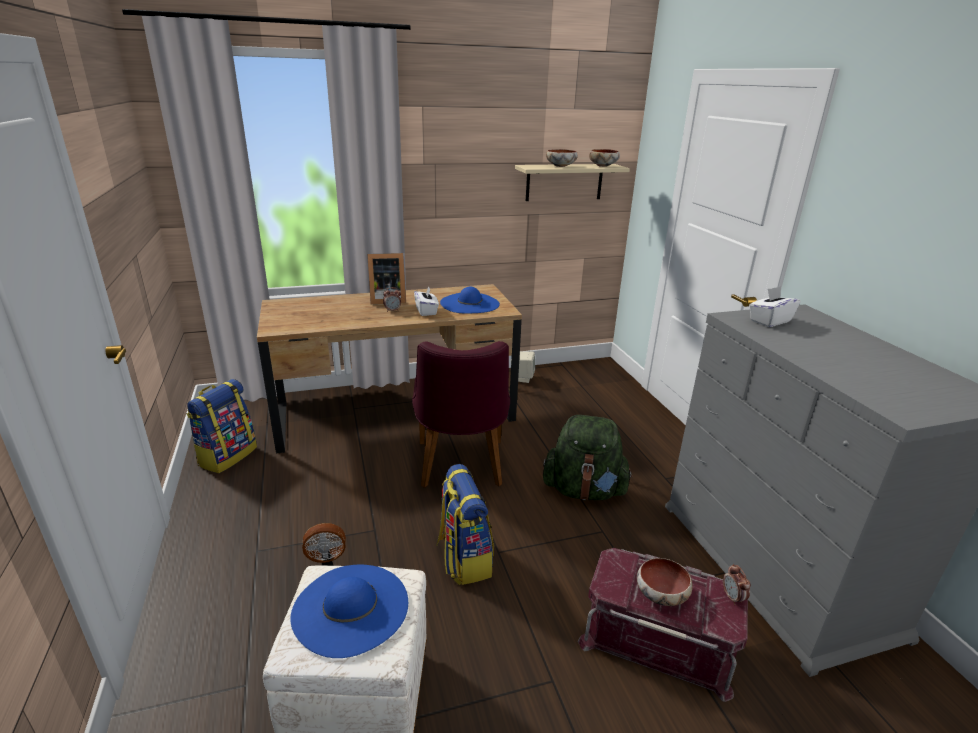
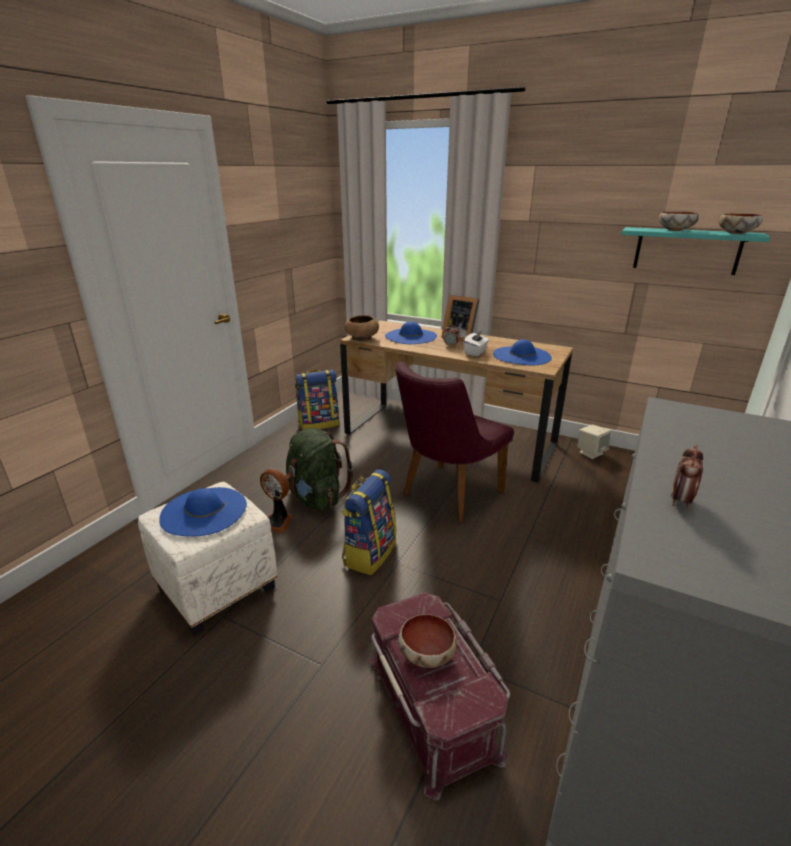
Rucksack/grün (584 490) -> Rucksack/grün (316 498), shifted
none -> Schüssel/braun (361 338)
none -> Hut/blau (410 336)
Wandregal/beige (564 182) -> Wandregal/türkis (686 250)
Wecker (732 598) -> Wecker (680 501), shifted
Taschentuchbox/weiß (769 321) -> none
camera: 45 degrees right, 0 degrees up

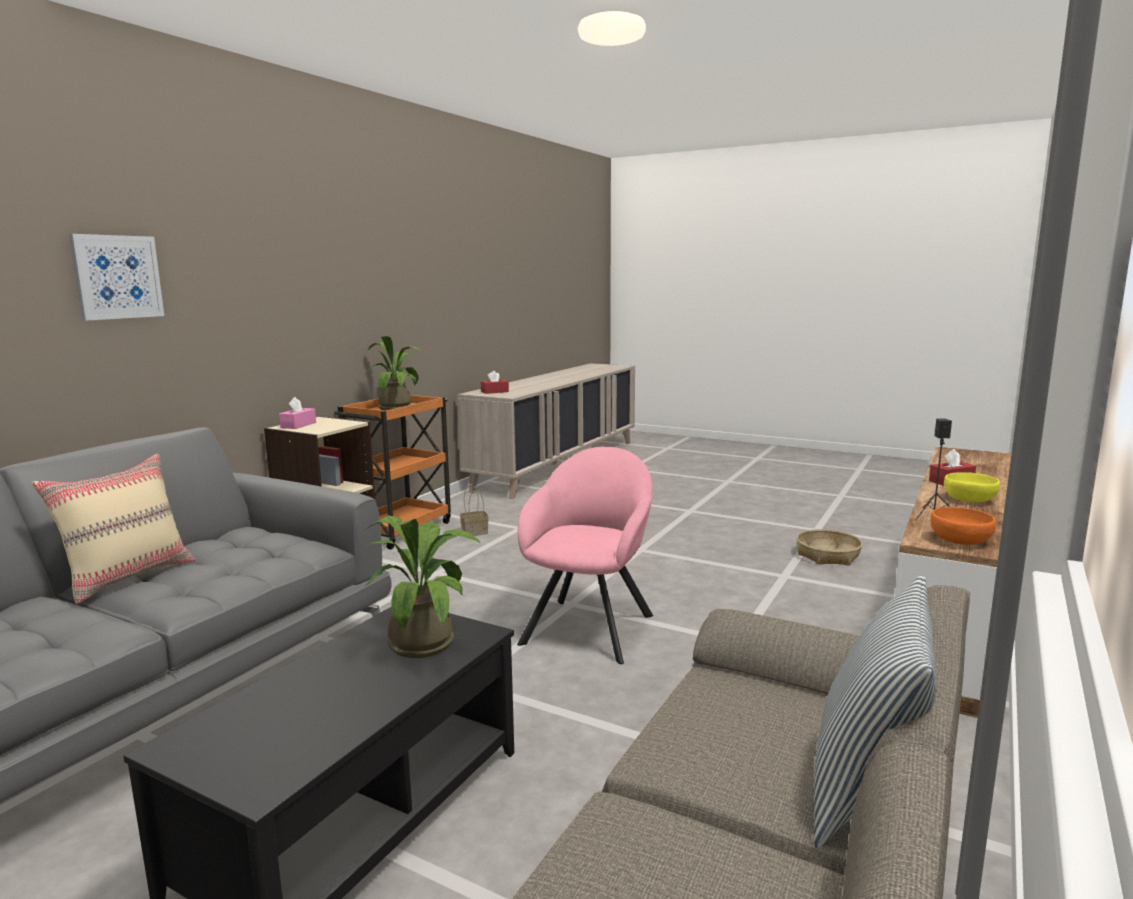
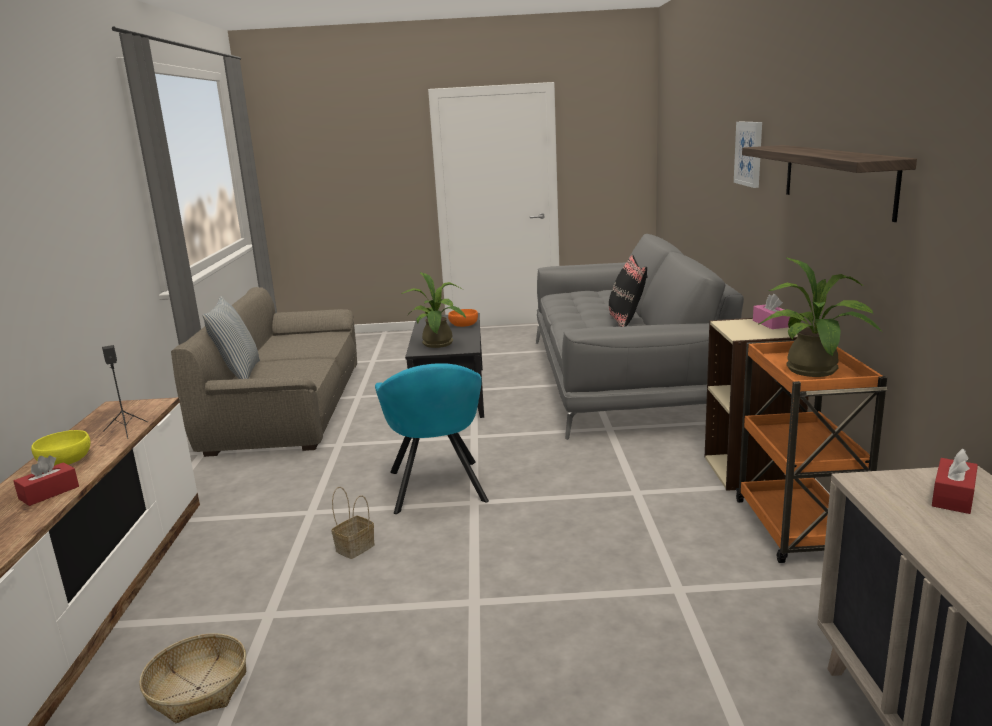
Korb (475 532) -> Korb (354 549), shifted
Sessel/rosa (590 625) -> Sessel/türkis (437 489)
Schüssel/orange (959 540) -> Schüssel/orange (464 325), shifted
Kissen/beige (128 577) -> Kissen/schwarz (627 322)
none -> Wandregal (836 178)
camera: 150 degrees right, 5 degrees up

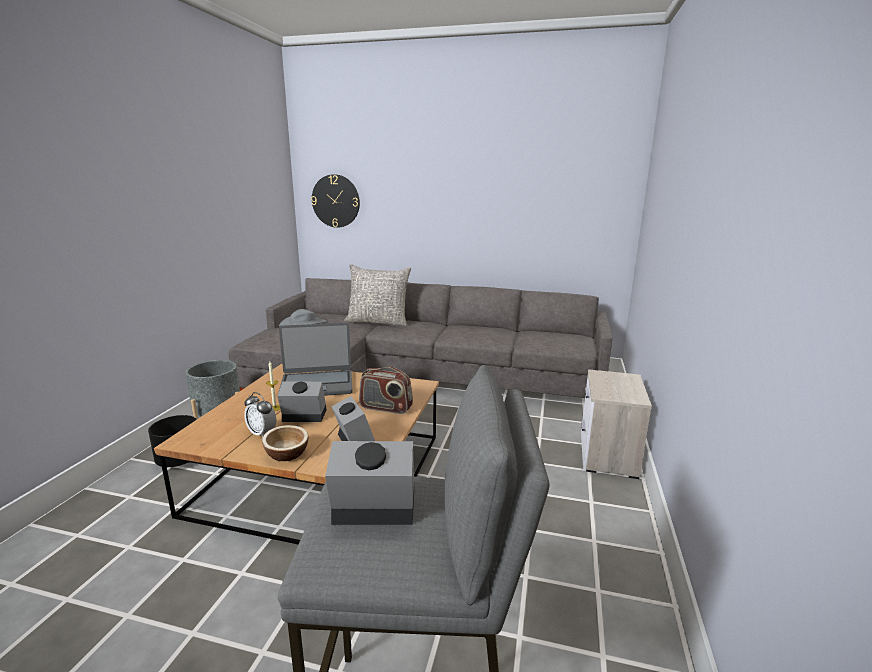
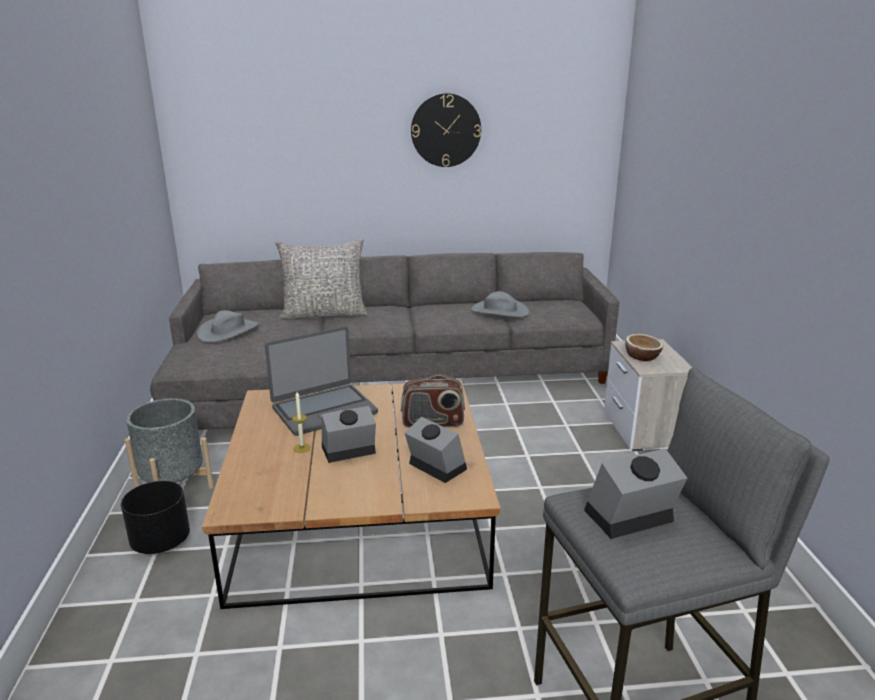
Wanduhr (336 201) -> Wanduhr (446 130), shifted
none -> Hut/grau (499 311)
Schüssel (286 454) -> Schüssel (642 356), shifted
Wecker (262 433) -> none
camera: 20 degrees left, 5 degrees up

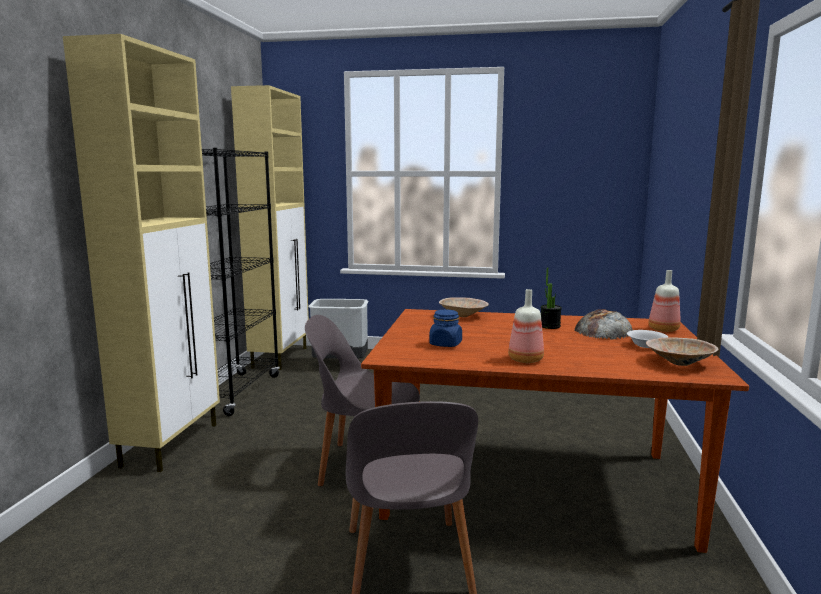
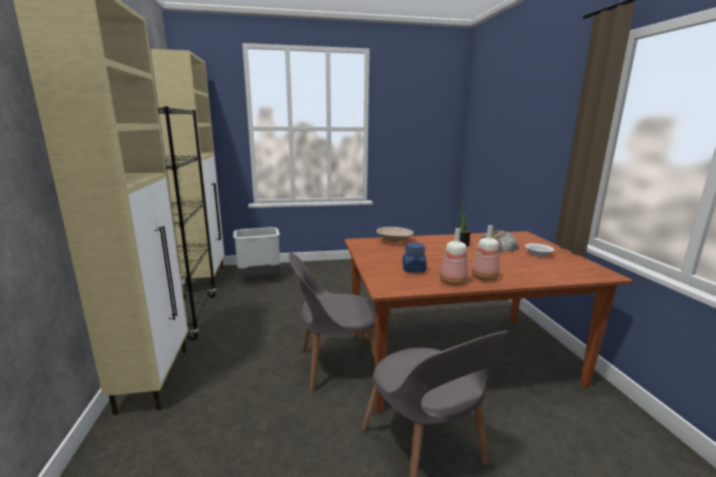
Flasche (663 330) -> Flasche (453 282), shifted
Schüssel/beige (678 363) -> none
camera: 20 degrees left, 5 degrees up

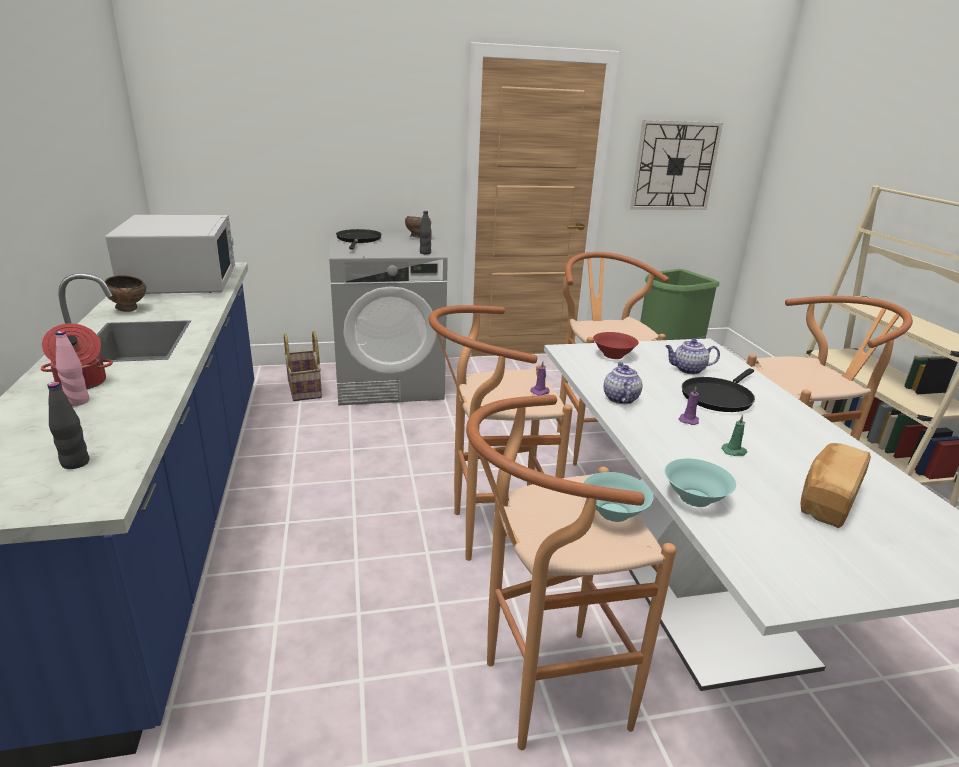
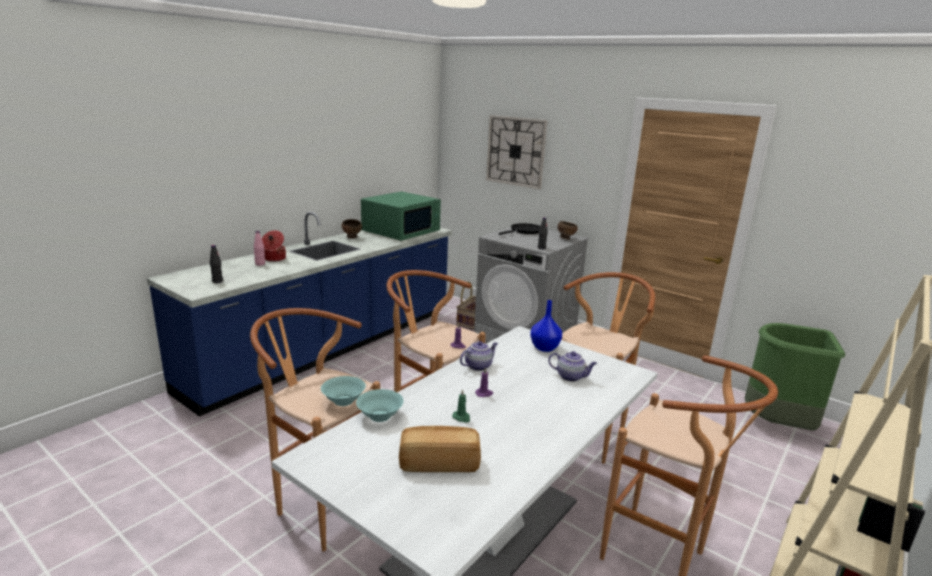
Mikrowelle/weiß (182 280) -> Mikrowelle/grün (401 231)
Wanduhr (674 166) -> Wanduhr (516 151), shifted
Schüssel/rot (614 355) -> Vase/blau (545 348)
Teekanne (688 370) -> Teekanne (571 377), 150 degrees clockwise
Pfanne/schwarz (718 397) -> none
camera: 50 degrees right, 5 degrees down

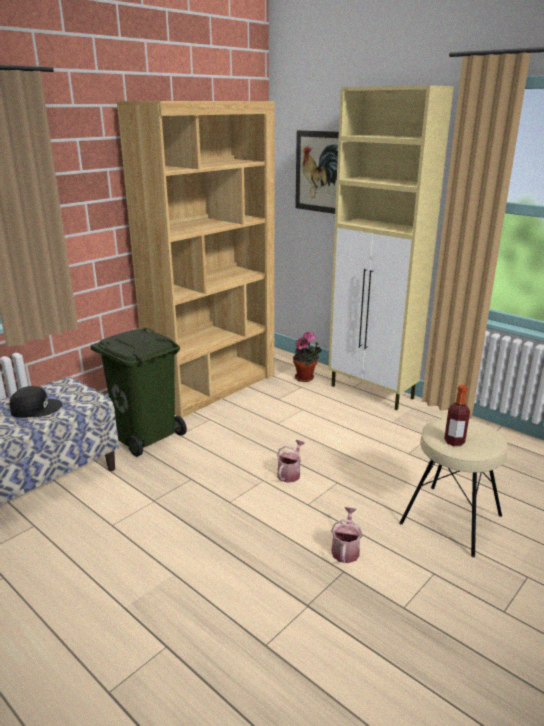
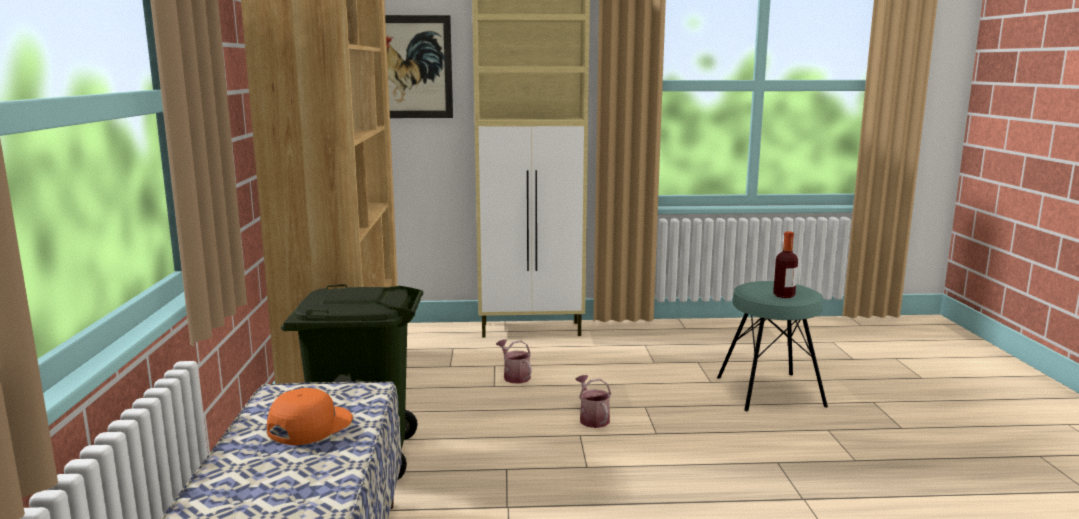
Kappe/schwarz (36 408) -> Kappe/orange (309 426)
Gießkanne (345 549) -> Gießkanne (514 376), shifted
Hocker/beige (451 519) -> Hocker/türkis (769 391)
Topfpflanze (306 378) -> none
camera: 45 degrees left, 10 degrees down

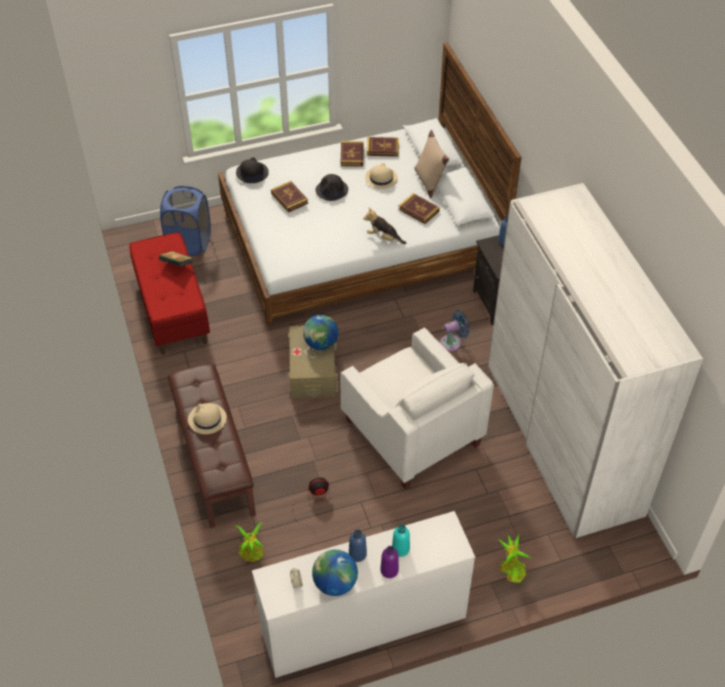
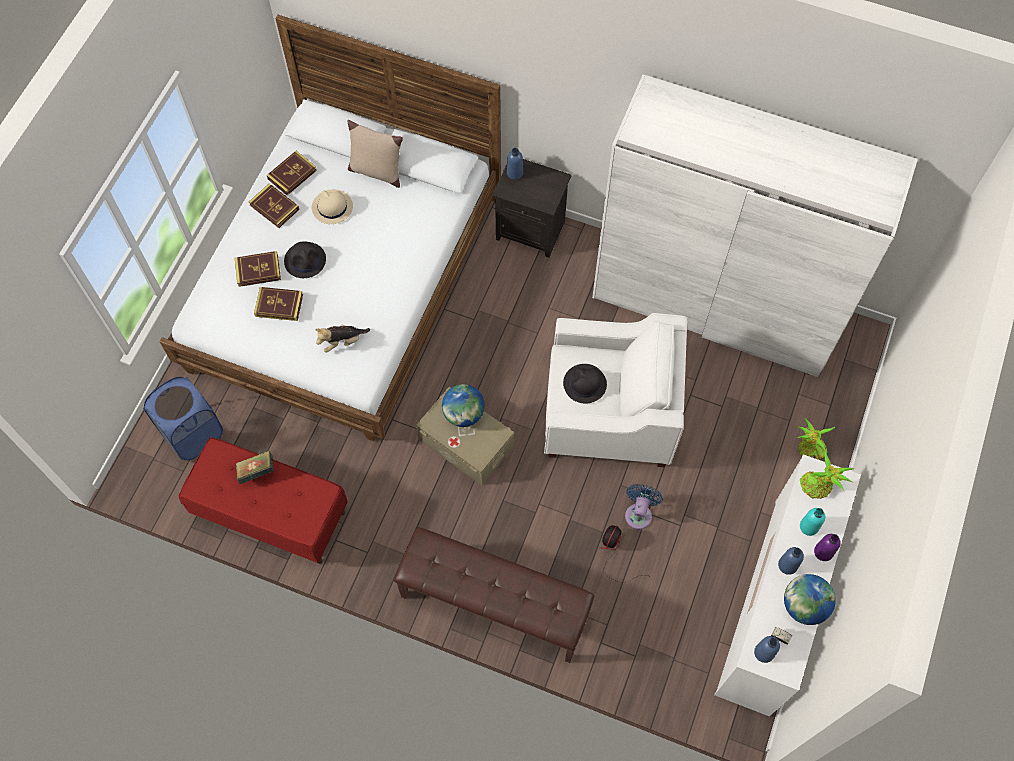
Buch (419 210) -> Buch (258 270), shifted
Plüschtier (384 237) -> Plüschtier (343 342), shifted
Hut/schwarz (252 173) -> Hut/schwarz (584 384), shifted
Ventilator/blau (453 342) -> Ventilator/blau (639 513), shifted
none -> Flasche/blau (764 652)
Topfpflanze (252 553) -> Topfpflanze (818 486), shifted
Hut/beige (207 419) -> none
camera: 50 degrees left, 15 degrees up

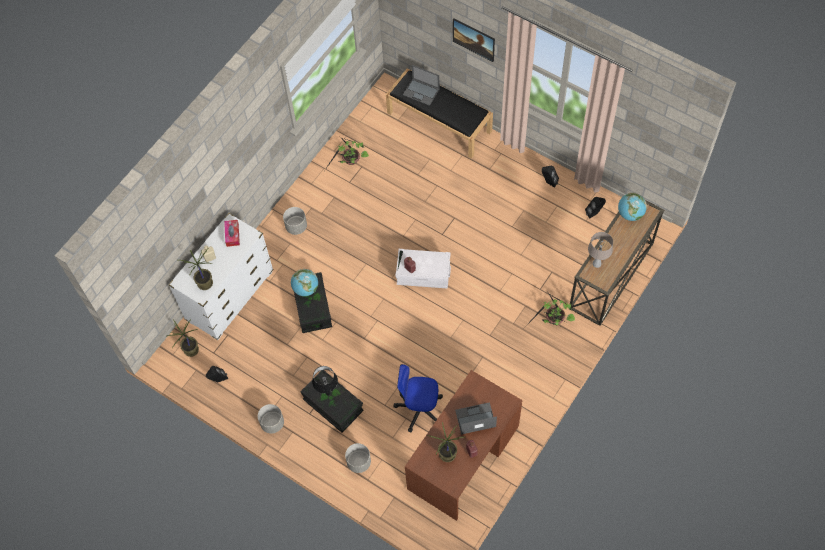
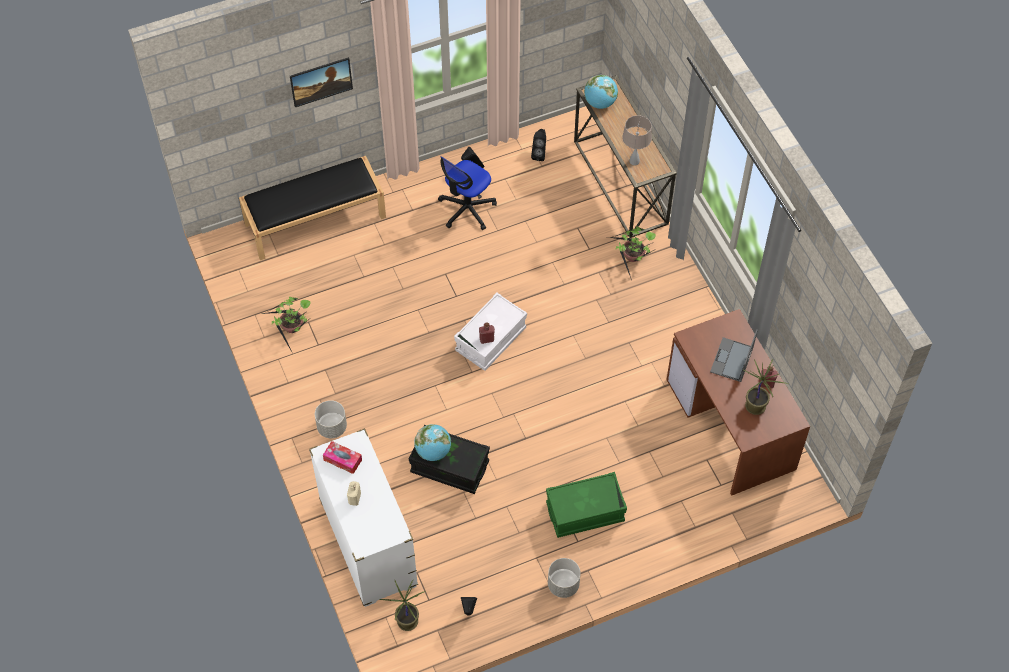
Bürostuhl (419 408) -> Bürostuhl (467 209), shifted
Aufbewahrungsbox/schwarz (333 405) -> Aufbewahrungsbox/grün (585 512)
Topfpflanze (204 283) -> none
Tischlampe/schwarz (327 394) -> none
Pflanzkübel/grau (358 462) -> none
Laptop (421 92) -> none
camera: 60 degrees left, 5 degrees down

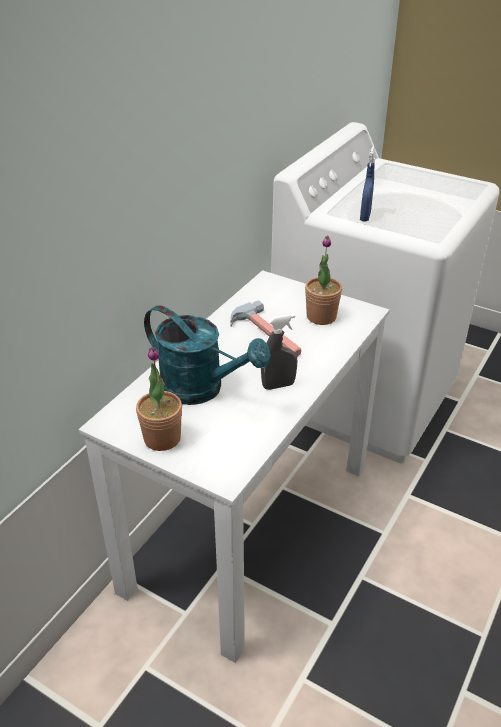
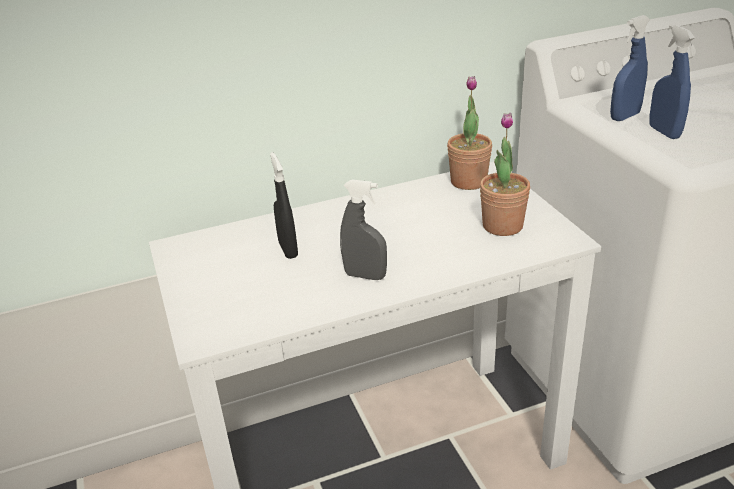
Gießkanne/türkis (201 389) -> Sprühflasche/schwarz (288 250)
Topfpflanze (162 438) -> Topfpflanze (468 181), shifted
none -> Sprühflasche/blau (664 132)
Hammer (266 335) -> none
camera: 40 degrees right, 5 degrees down

